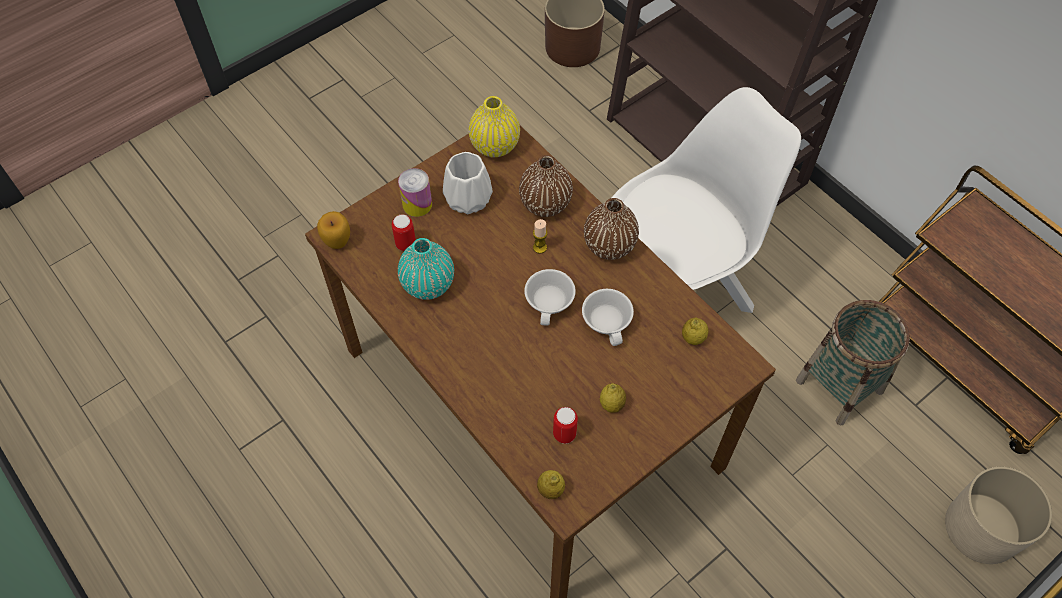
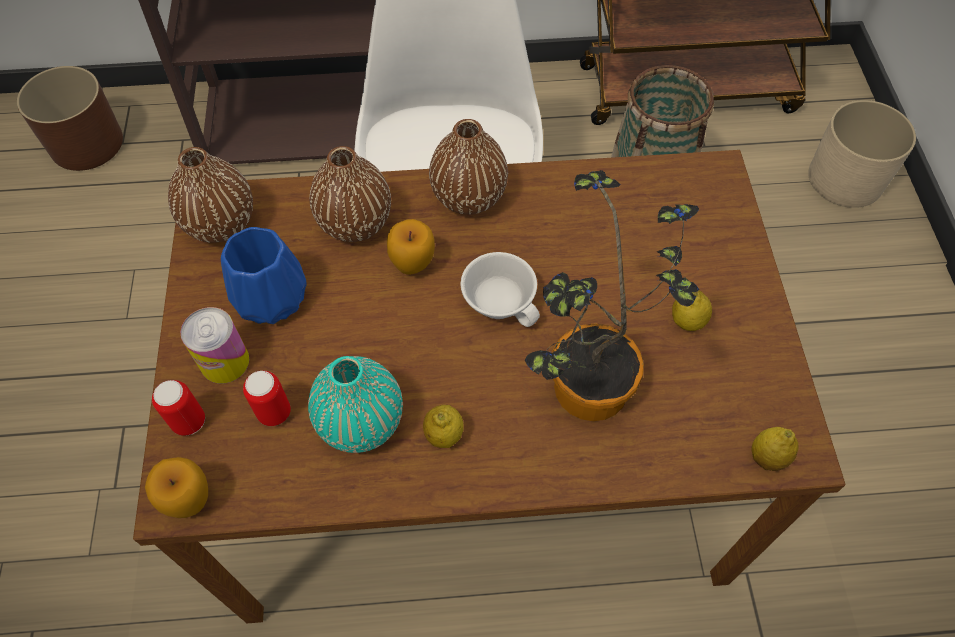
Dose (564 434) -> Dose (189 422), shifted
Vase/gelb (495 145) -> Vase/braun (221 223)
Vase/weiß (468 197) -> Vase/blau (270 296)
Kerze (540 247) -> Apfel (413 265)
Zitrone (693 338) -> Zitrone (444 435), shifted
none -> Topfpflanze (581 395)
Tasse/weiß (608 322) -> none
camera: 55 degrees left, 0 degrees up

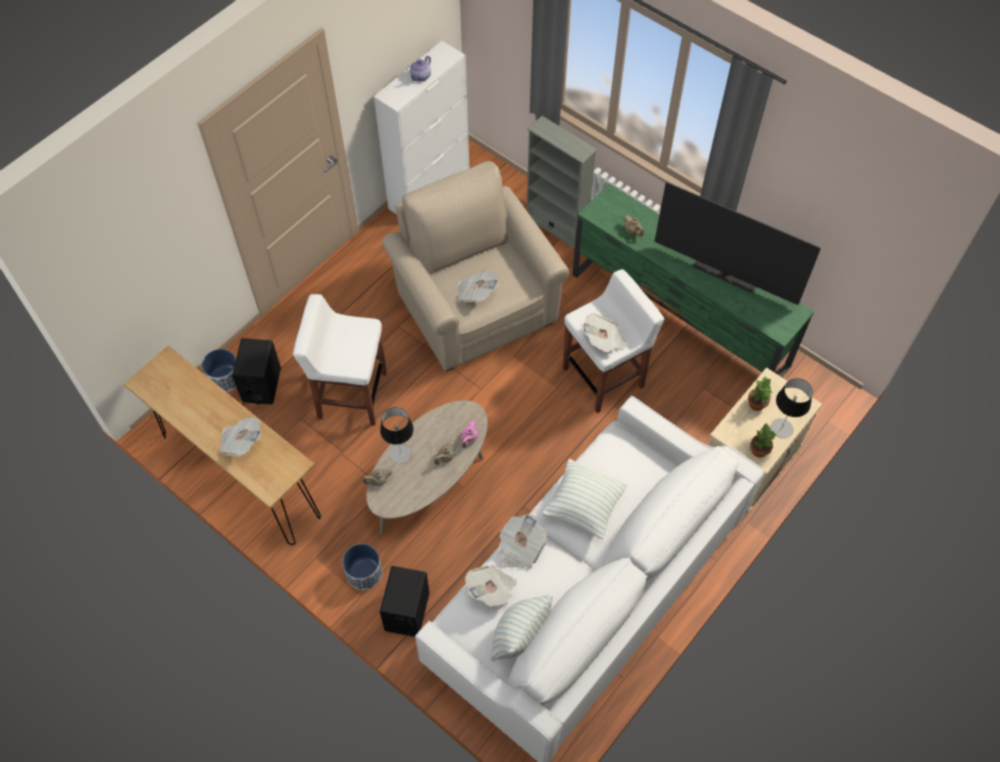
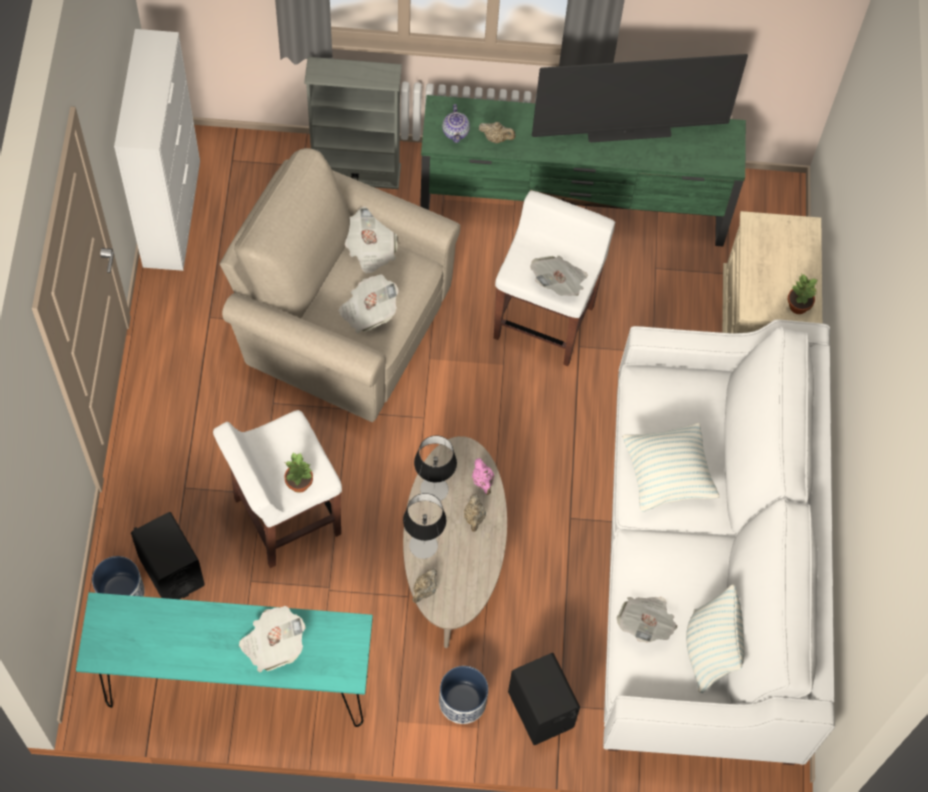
Konsolentisch/braun (240 476) -> Konsolentisch/türkis (237 690)
Topfpflanze (757 404) -> Topfpflanze (300 483), shifted
Zeitung (520 548) -> Zeitung (371 248), shifted
Tischlampe (781 428) -> Tischlampe (434 489), shifted
Teekanne (421 76) -> Teekanne (456 131), shifted
camera: 40 degrees left, 5 degrees up

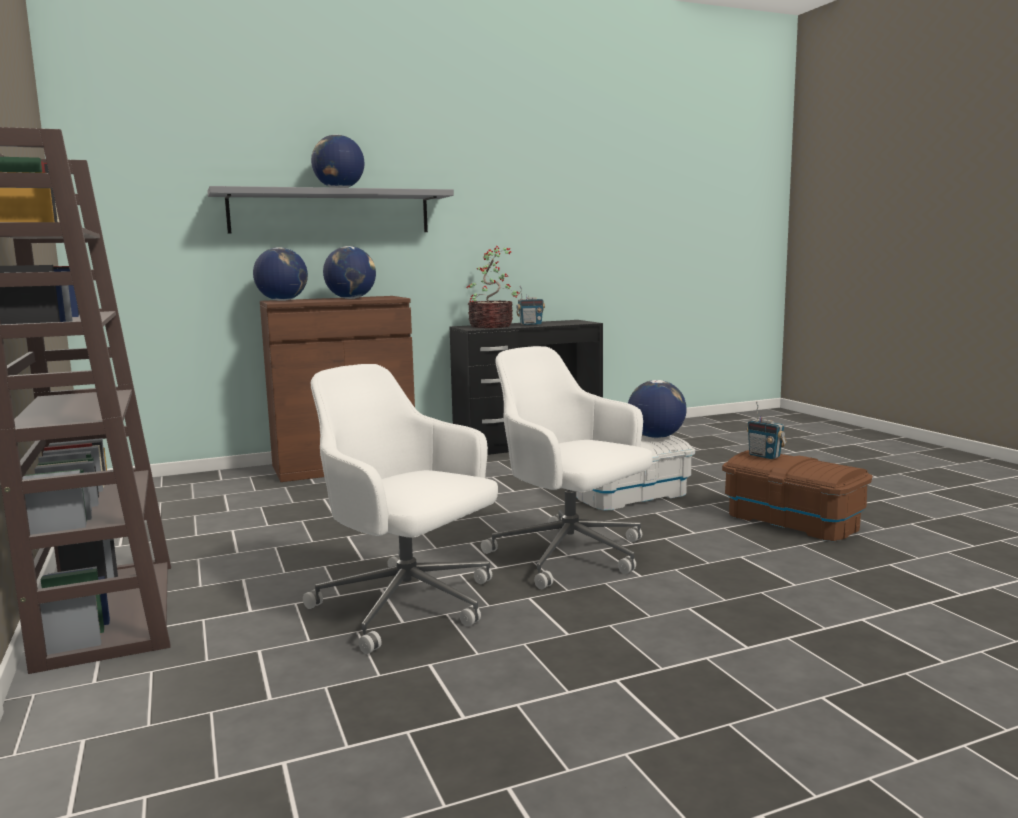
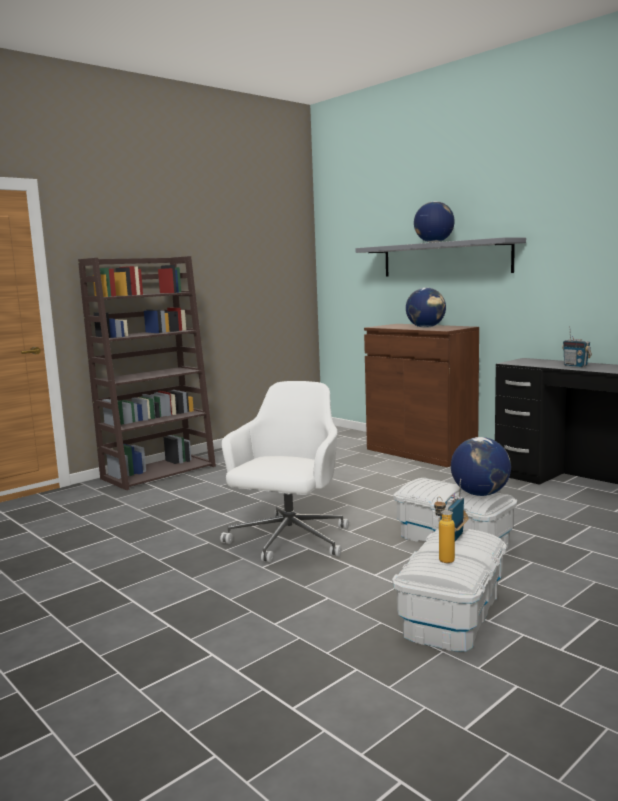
Aufbewahrungsbox/braun (793 521) -> Aufbewahrungsbox/weiß (452 615)
none -> Flasche (443 558)
Globus (282 300) -> none
Bürostuhl/weiß (408 605) -> none
Topfpflanze (492 326) -> none
camera: 70 degrees right, 0 degrees up

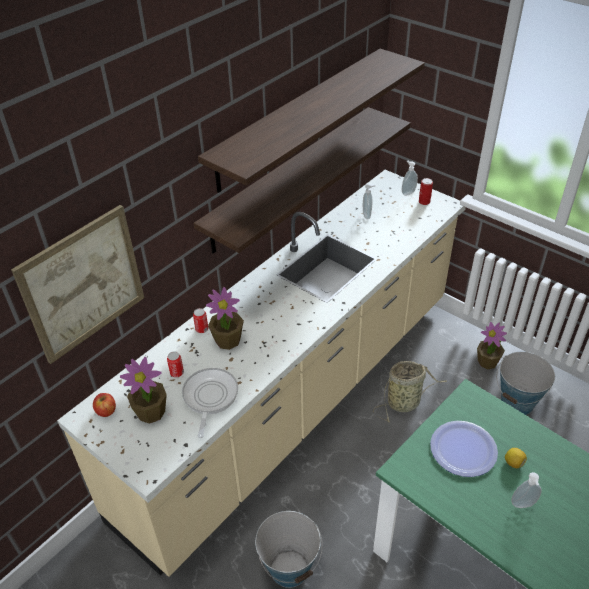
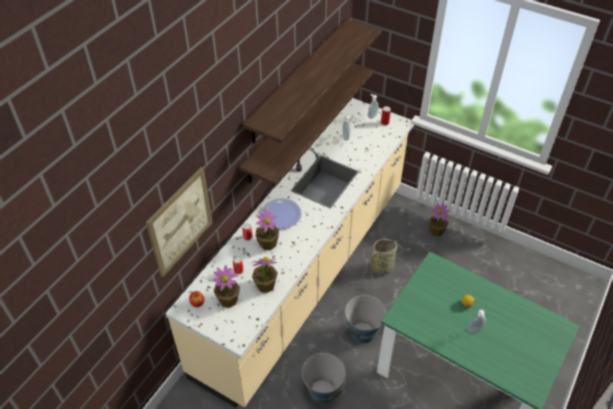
Pfanne (209 397) -> Topfpflanze (265 285)
Teller (463 449) -> Teller (281 214), shifted
Eimer (517 402) -> Eimer (363 332), shifted
camera: 10 degrees left, 5 degrees up

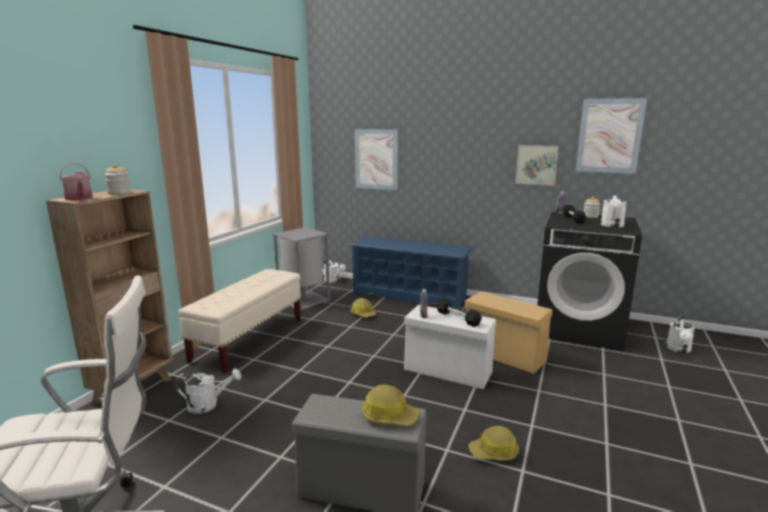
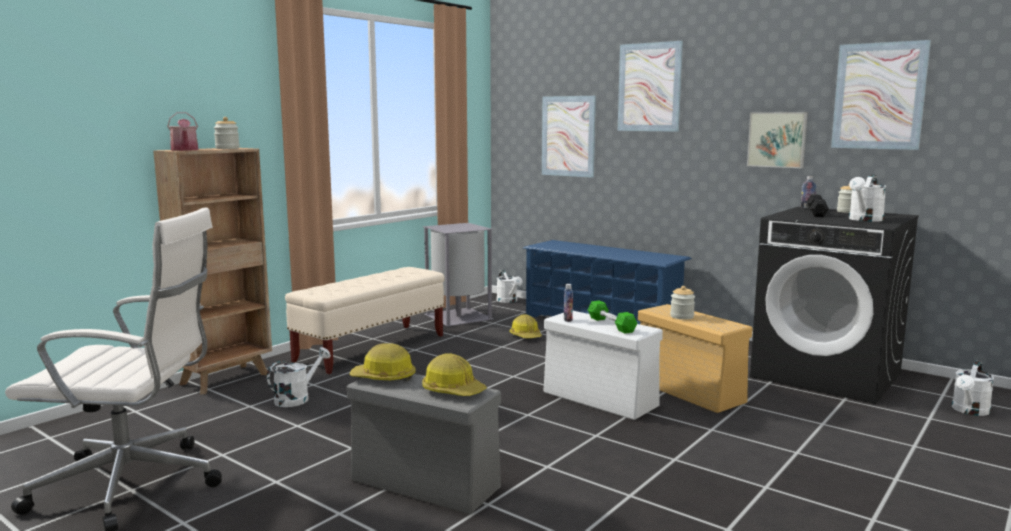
Gießkanne/weiß (208 404) -> Gießkanne/weiß (297 398), 60 degrees counterclockwise
Schutzhelm (494 452) -> Schutzhelm (384 378), shifted
Hantel/schwarz (457 318) -> Hantel/grün (611 324)
none -> Bild (649 87)
none -> Vorratsglas (682 316)
camera: 15 degrees right, 5 degrees down

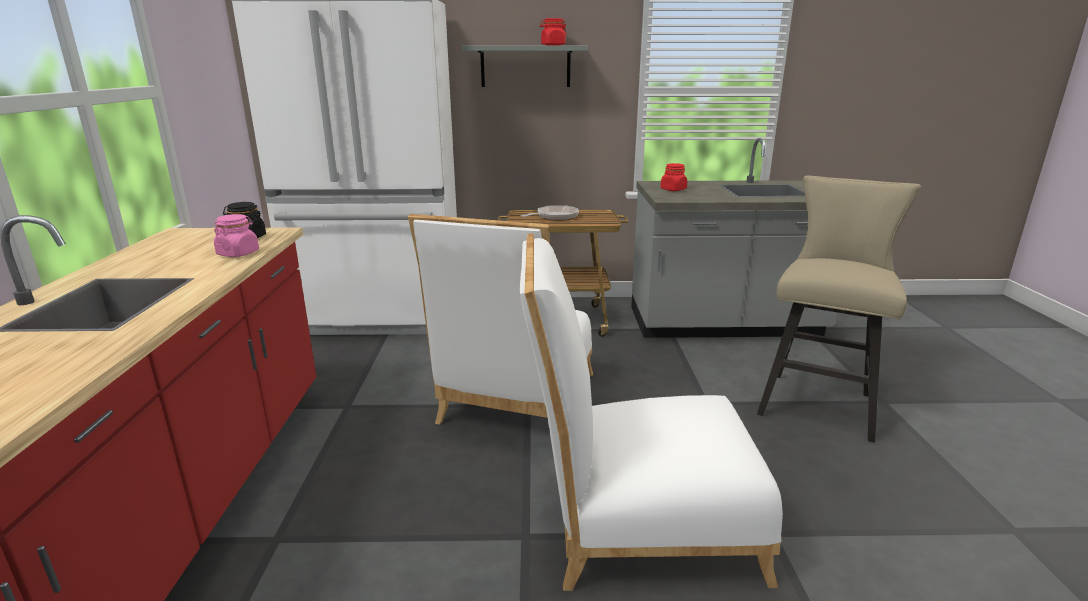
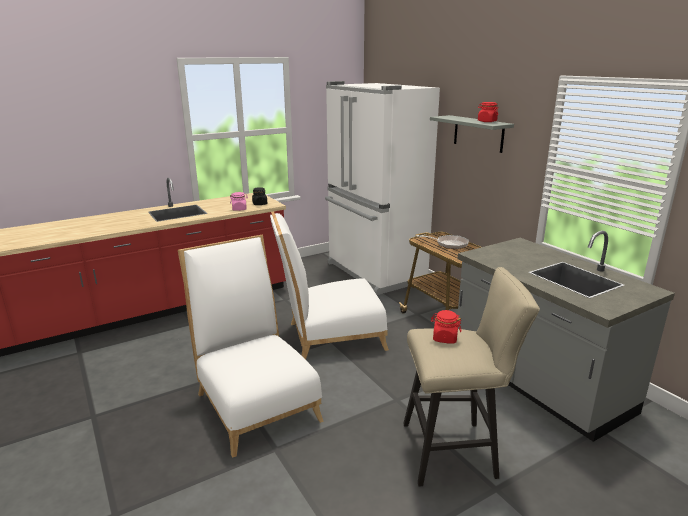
Vorratsglas/rot (673 189) -> Vorratsglas/rot (444 338), shifted
camera: 60 degrees right, 0 degrees up

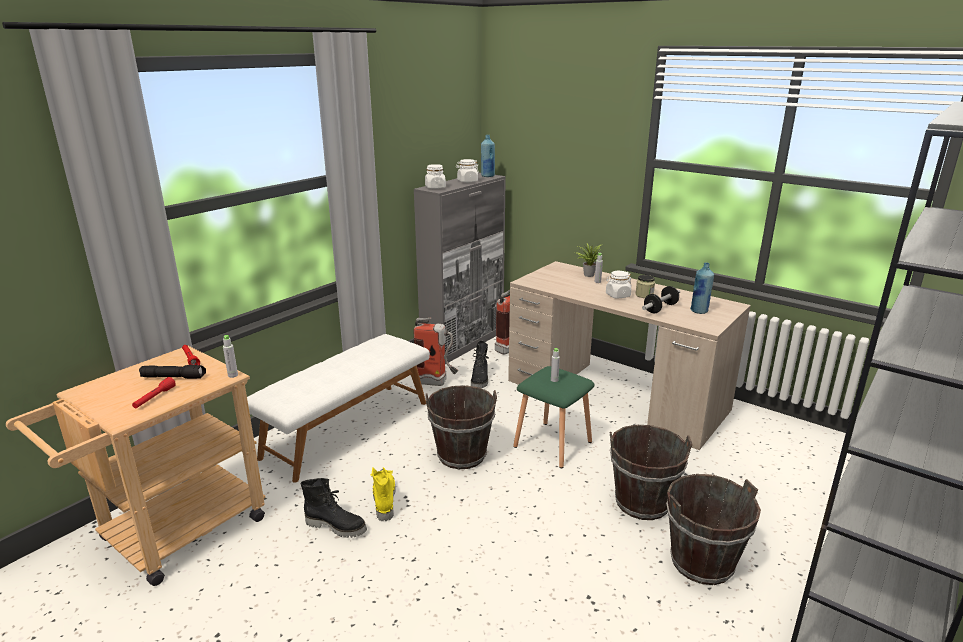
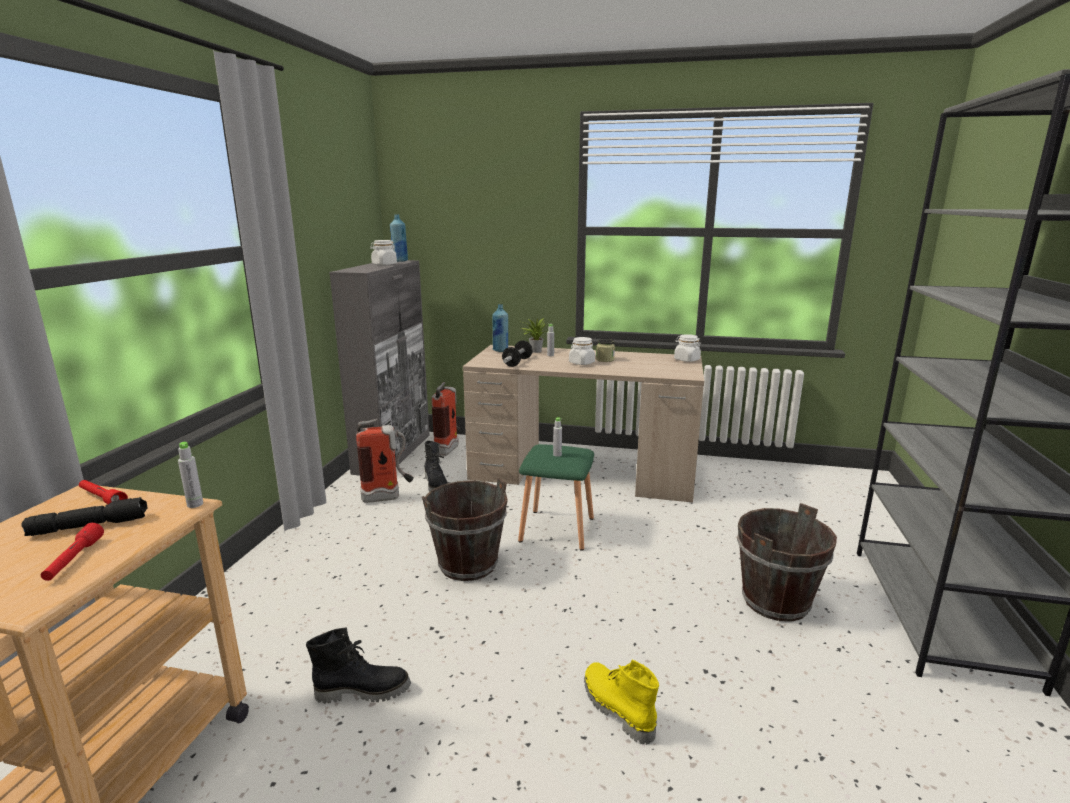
Flasche/blau (699 311) -> Flasche/blau (500 350), shifted
Hantel (660 308) -> Hantel (517 362), shifted
Stiefel/gelb (383 500) -> Stiefel/gelb (616 709), shifted
Vorratsglas/weiß (435 187) -> Vorratsglas/weiß (686 360), shifted
Bank/weiß (347 428) -> none
Eimer/braun (642 503) -> none
camera: 25 degrees left, 5 degrees down

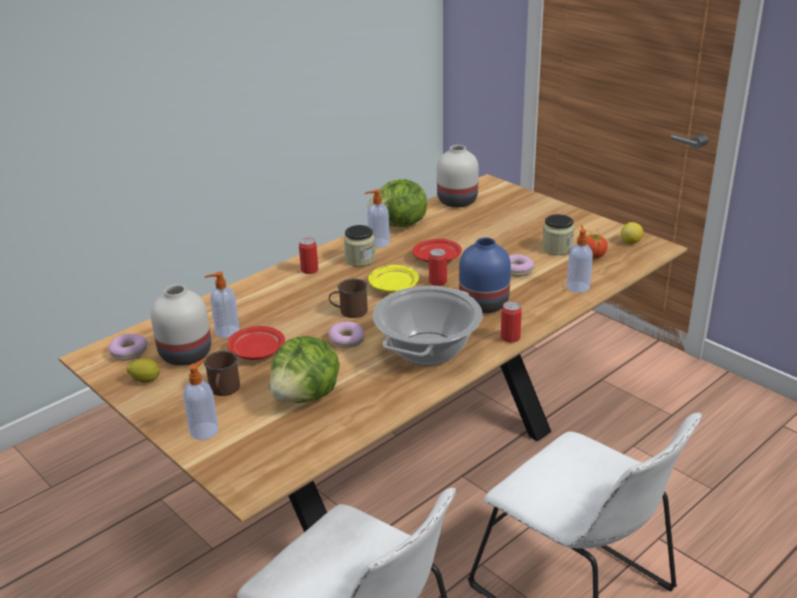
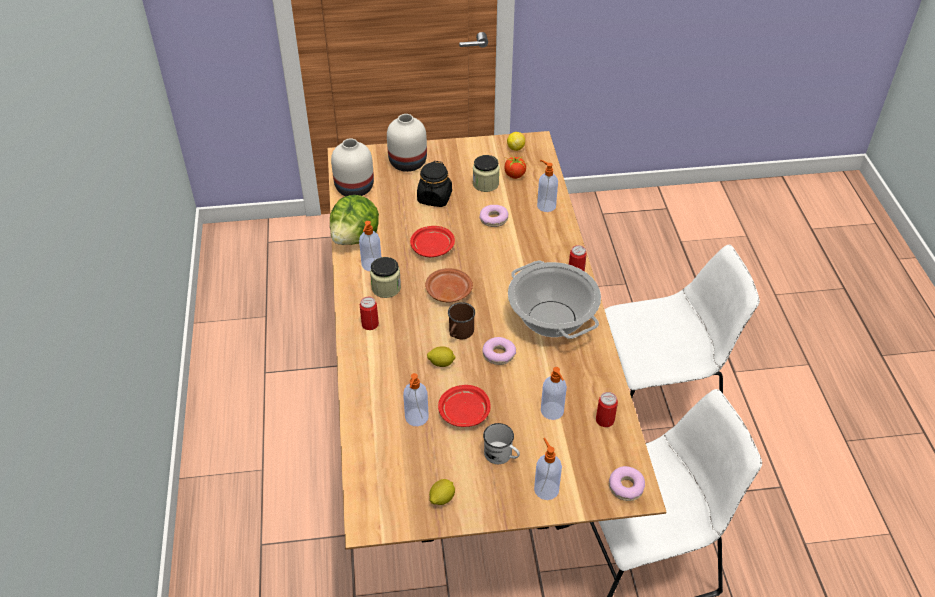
Vase/weiß (187 354) -> Vase/weiß (408 162), shifted
none -> Vorratsglas/schwarz (434 198)
Teller/gelb (393 286) -> Teller/braun (448 291)
none -> Zitrone (441 363)
Henkelbecher/braun (223 390) -> Henkelbecher/weiß (502 455)
Salatkopf (307 396) -> Seifenspender (552 411)
Dose (437 282) -> Dose (605 420), shifted
Donut (129 352) -> Donut (626 487), shifted
Vase/blau (485 304) -> none
camera: 55 degrees left, 15 degrees up

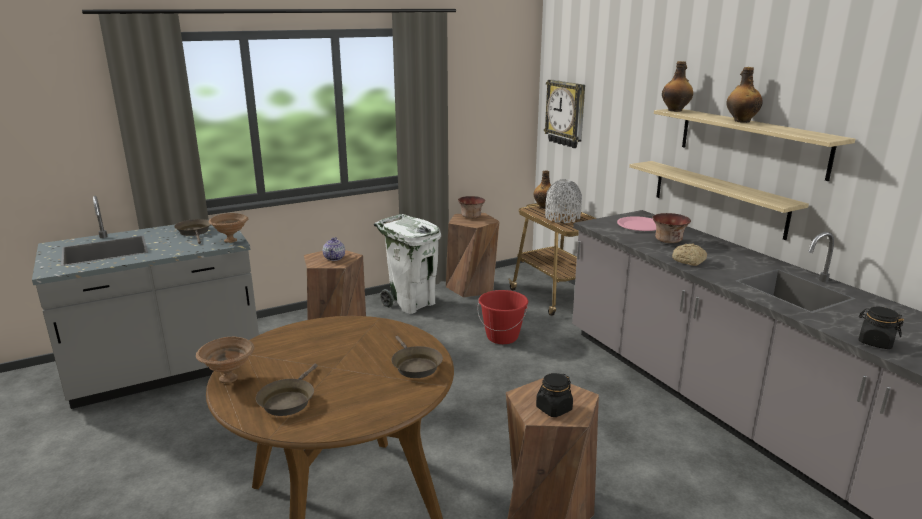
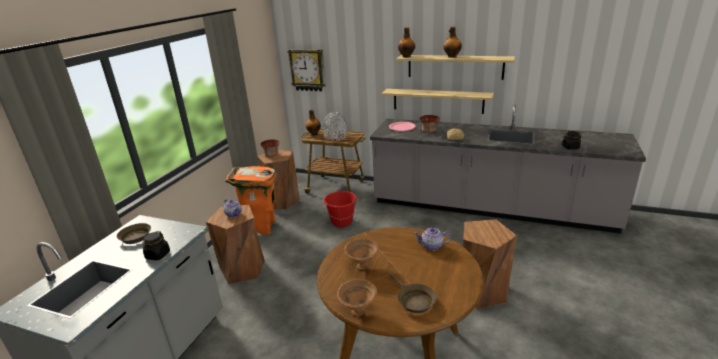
Vorratsglas/schwarz (553 409) -> Vorratsglas/schwarz (158 255), shifted
Mülleimer/weiß (411 304) -> Mülleimer/orange (260 227)
Schüssel/braun (231 240) -> Schüssel/braun (362 266), shifted
Pfanne/braun (415 366) -> Teekanne (432 246)
camera: 40 degrees left, 5 degrees up

